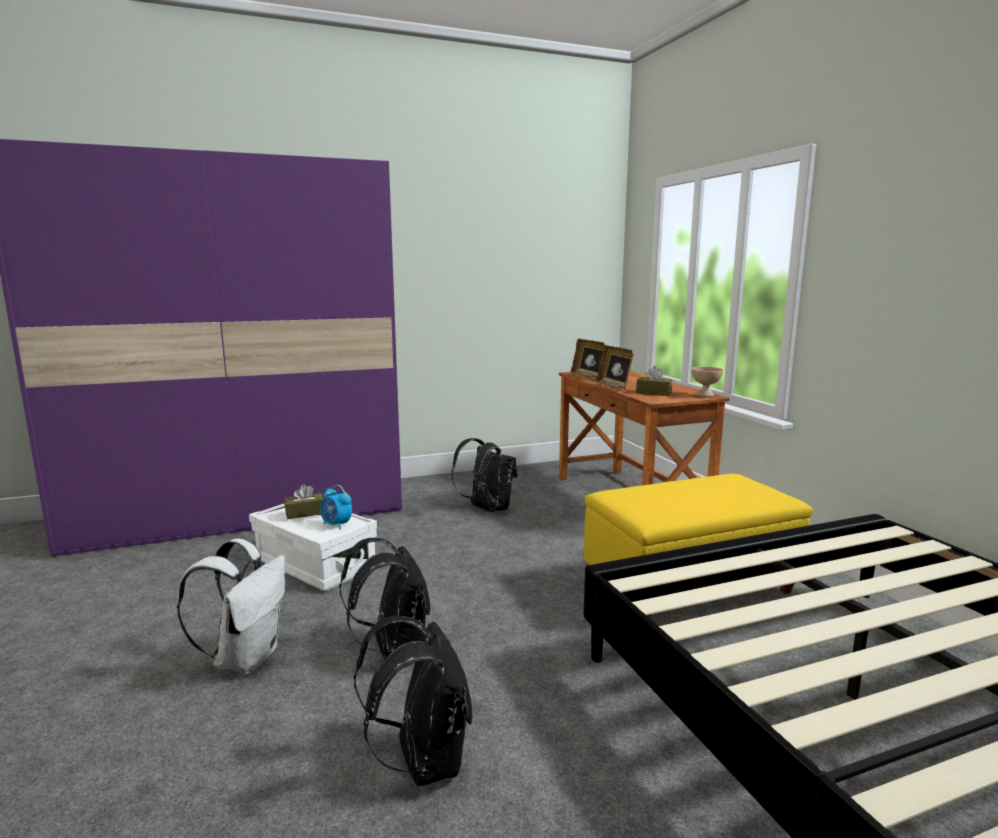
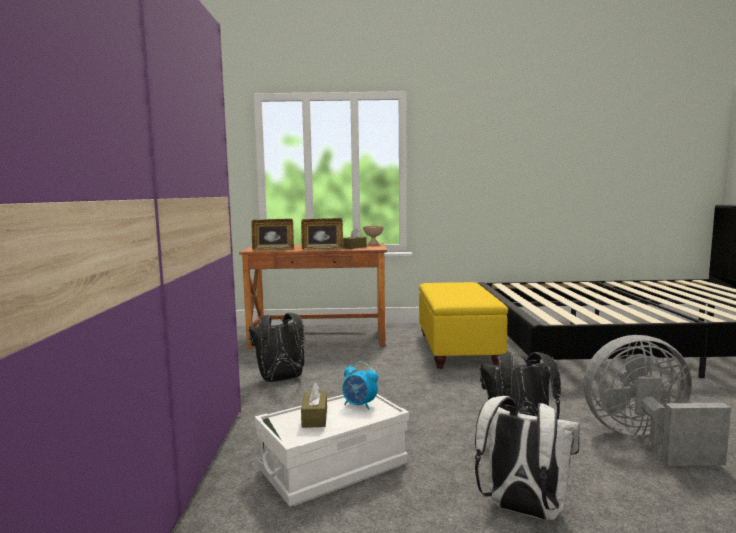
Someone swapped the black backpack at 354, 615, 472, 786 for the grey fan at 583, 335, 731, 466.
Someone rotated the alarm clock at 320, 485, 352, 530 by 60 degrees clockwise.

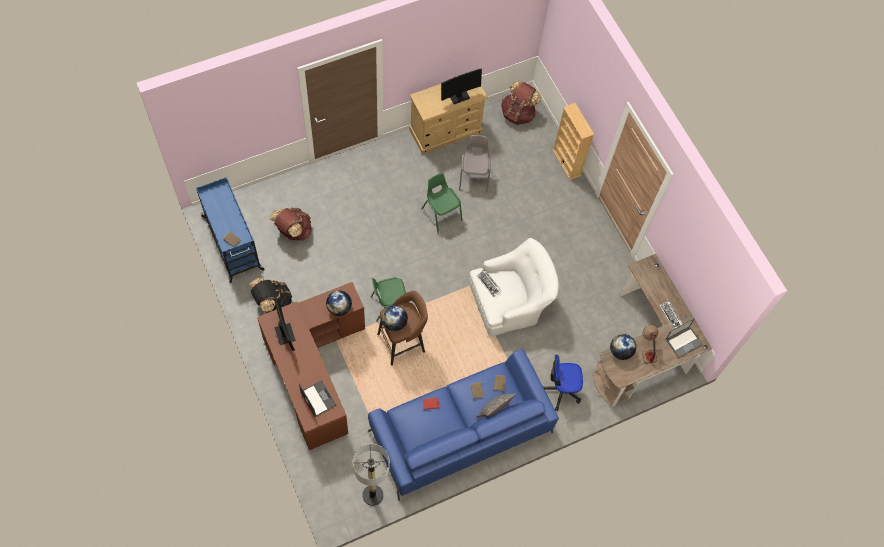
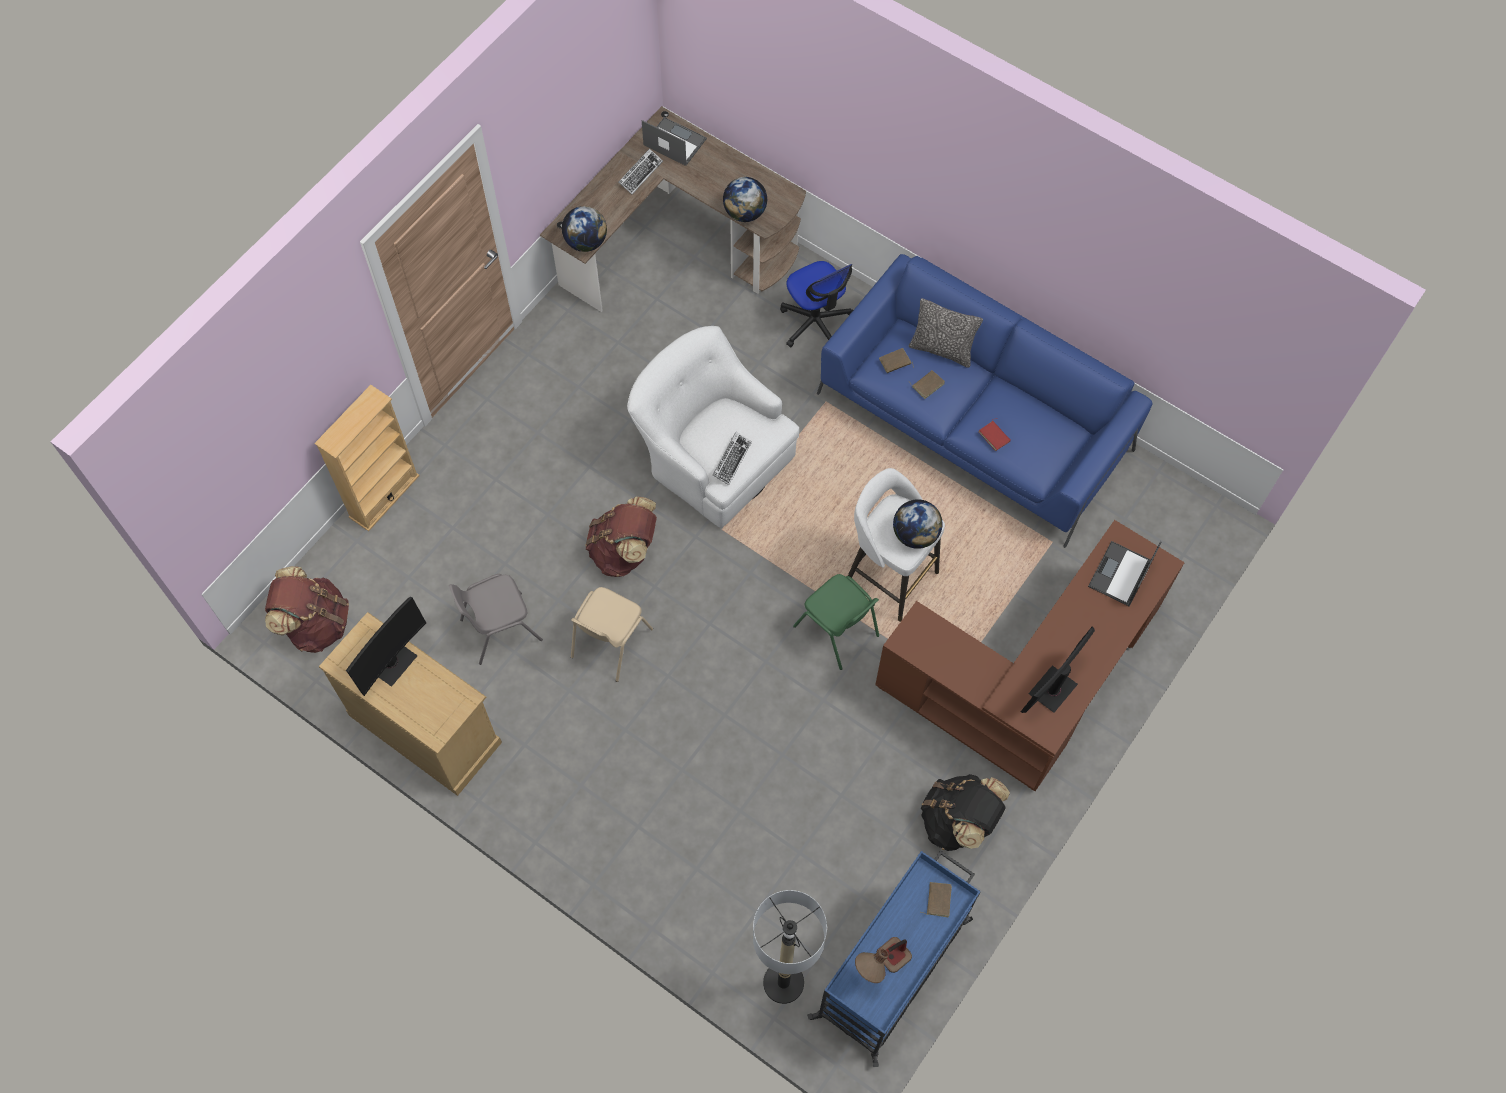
Someone carried the brown backpack from 269, 208, 312, 241 to 585, 496, 657, 577.
Someone carried the globe from 326, 290, 352, 316 to 562, 206, 607, 252.
Someone carried the floor lamp from 353, 444, 389, 506 to 753, 890, 827, 1004.
Someone carried the table lamp from 642, 325, 658, 364 to 855, 937, 912, 983.
Someone repainted the brown stool at 377, 291, 428, 365, which became the white stool at 848, 468, 945, 622.
Someone repainted the green chair at 422, 173, 463, 233, which became the beige chair at 571, 587, 653, 682.
Someone rotated the monitor at 441, 69, 482, 104 by 90 degrees clockwise.

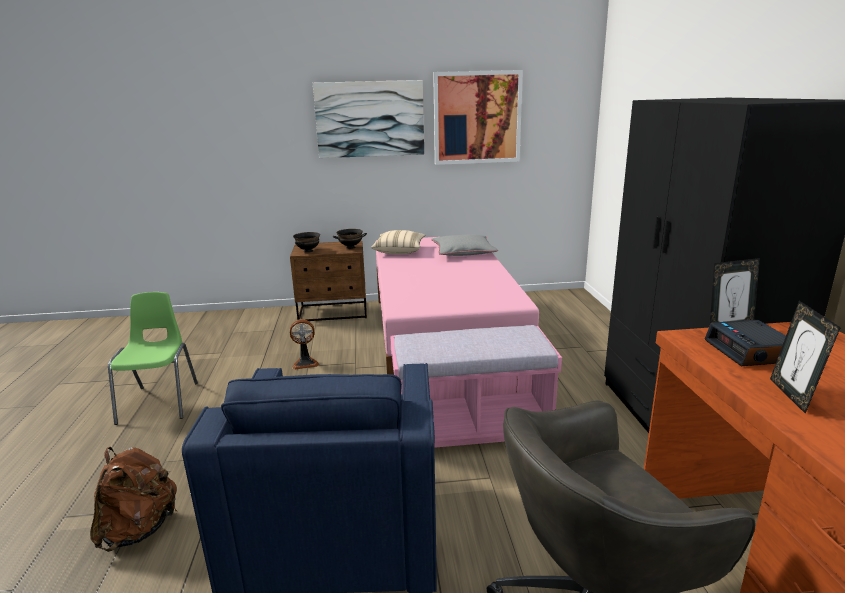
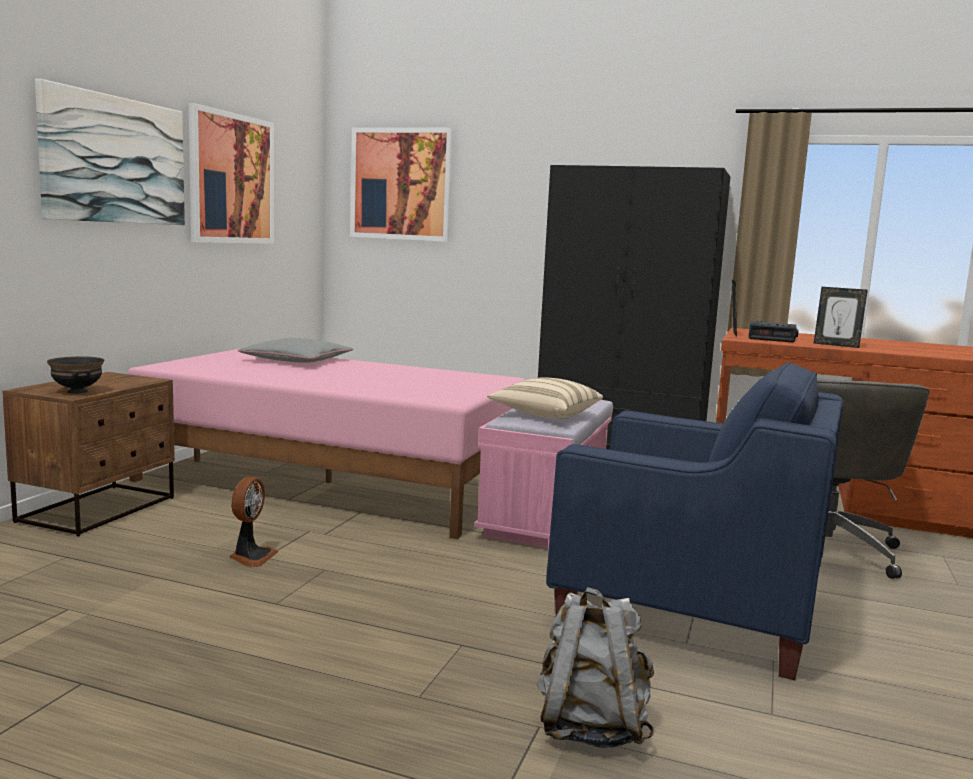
Someone took away the green chair at 108, 292, 198, 425.
Someone took away the black bowl at 333, 229, 367, 249.
Someone put up the picture at 350, 127, 453, 242.
Someone carried the beige pillow from 371, 230, 426, 254 to 487, 378, 603, 419.
Someone repainted the brown backpack at 90, 447, 178, 552, which became the grey backpack at 537, 587, 654, 748.

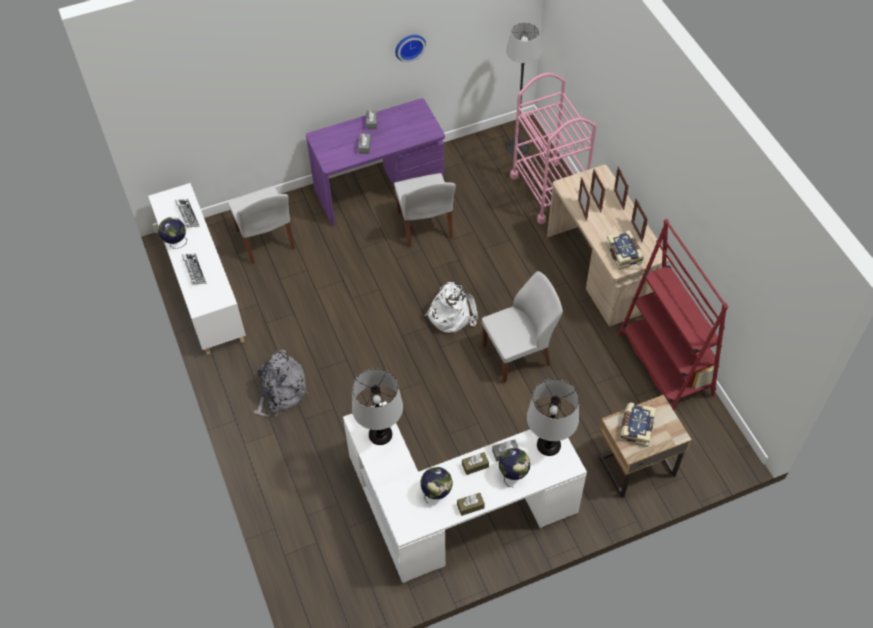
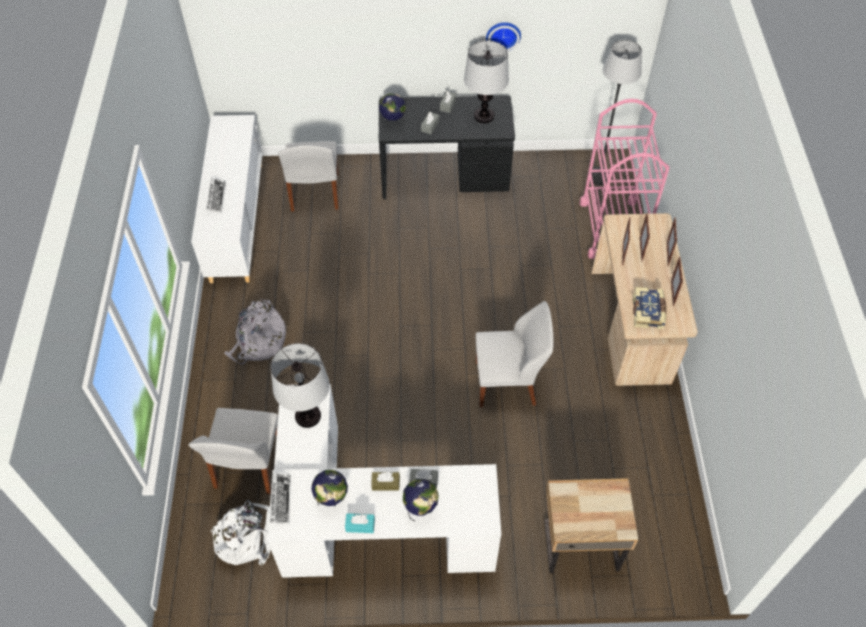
Someone took away the red bookcase at 618, 219, 728, 410.
Someone took away the book at 620, 402, 656, 447.
Someone carried the globe from 158, 217, 187, 249 to 379, 93, 406, 127.
Someone carried the keyboard from 175, 199, 200, 228 to 270, 473, 291, 524.
Someone carried the white chair from 394, 173, 456, 247 to 188, 408, 278, 494.
Someone carried the white backpack from 425, 282, 478, 333 to 211, 500, 271, 565.
Someone carried the table lamp from 527, 379, 579, 456 to 464, 40, 509, 123.
Someone repainted the purple desk at 306, 98, 445, 226, which became the black desk at 379, 95, 515, 199.
Someone repainted the brown tissue box at 457, 493, 485, 516, which became the turquoise tissue box at 345, 513, 375, 533.

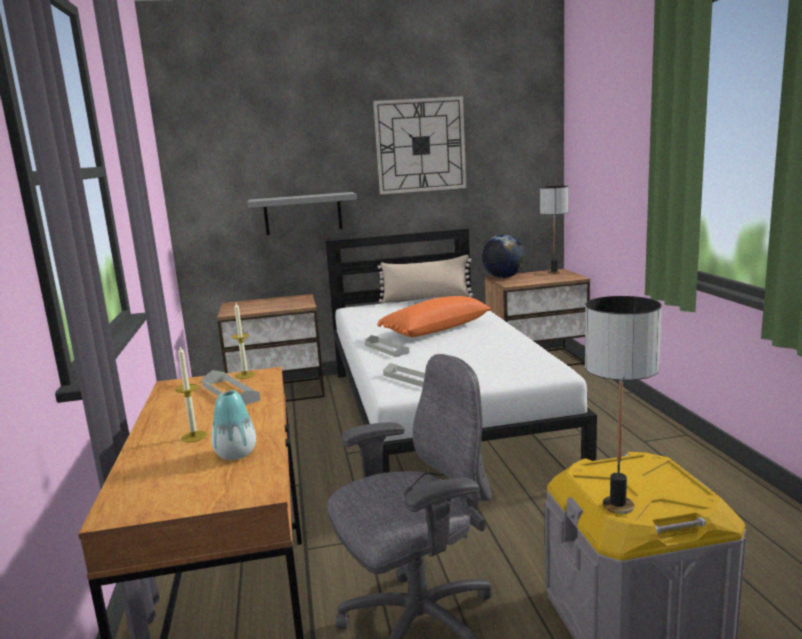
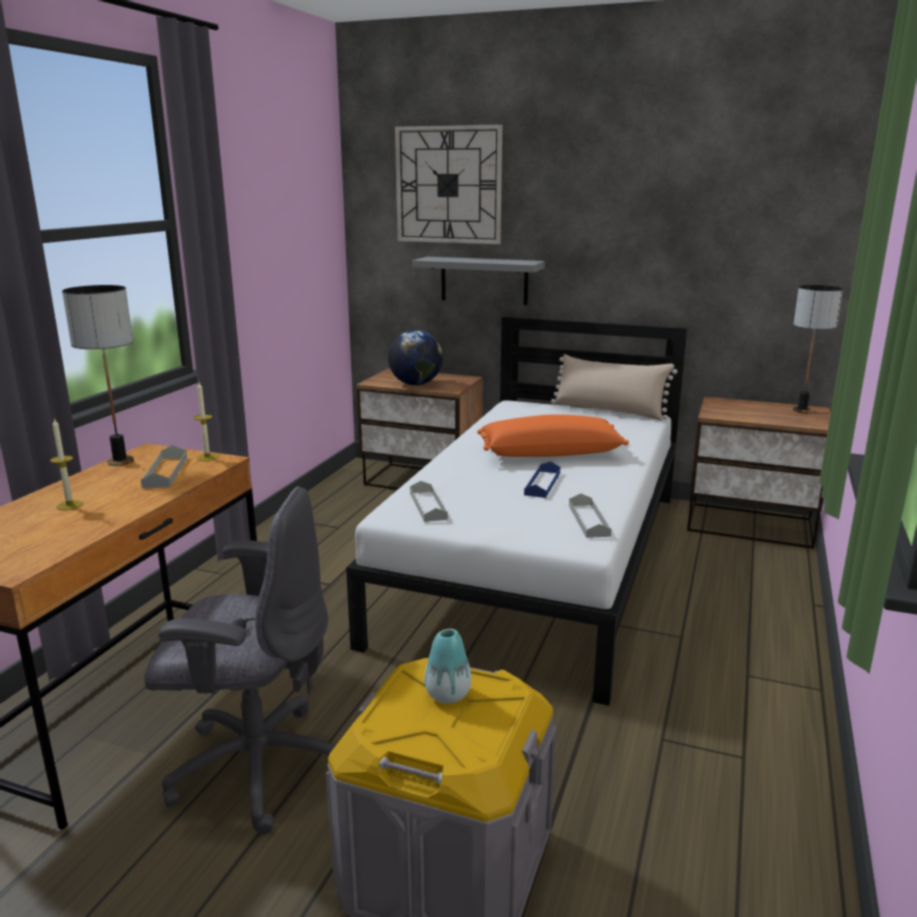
Someone put down the blue tray at 524, 461, 560, 498.
Someone carried the vase from 211, 390, 256, 460 to 424, 629, 471, 704.
Someone carried the grey tray from 365, 335, 409, 357 to 569, 493, 611, 538.
Someone carried the wall clock from 373, 96, 466, 195 to 395, 124, 502, 244.
Someone carried the globe from 482, 235, 526, 278 to 388, 330, 443, 385.
Someone carried the table lamp from 585, 296, 662, 514 to 62, 285, 134, 466.

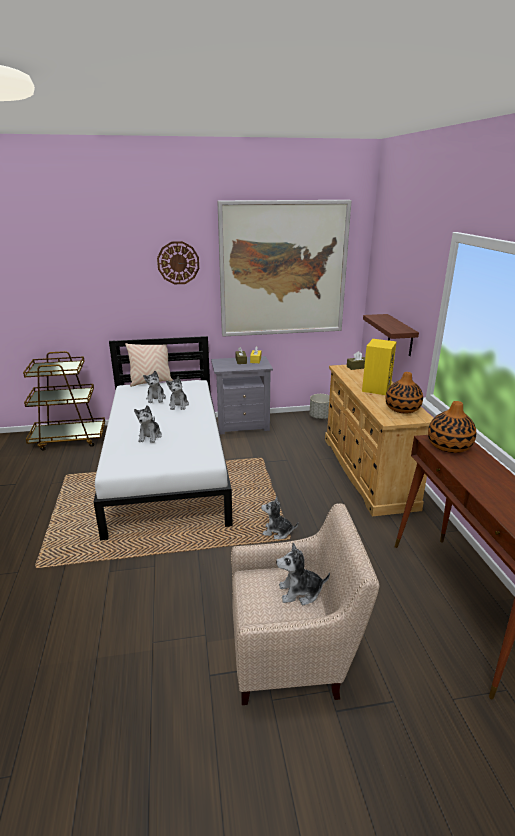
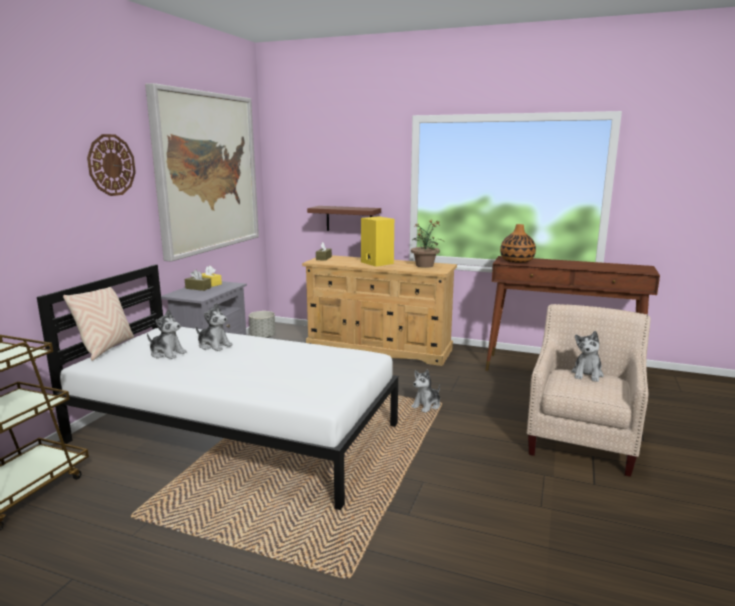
Someone took away the plush toy at 134, 405, 162, 443.
Someone swapped the vase at 386, 372, 423, 413 for the potted plant at 411, 220, 443, 268.

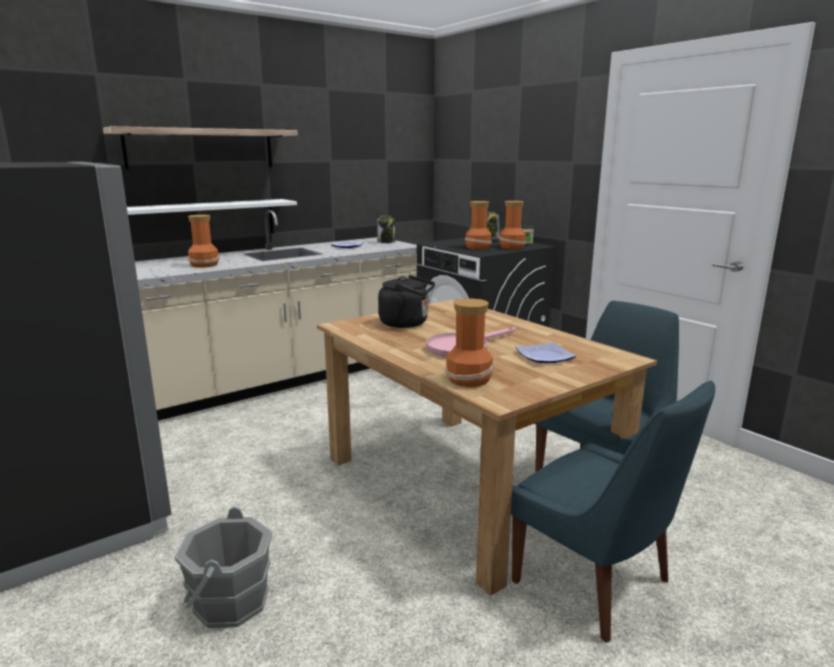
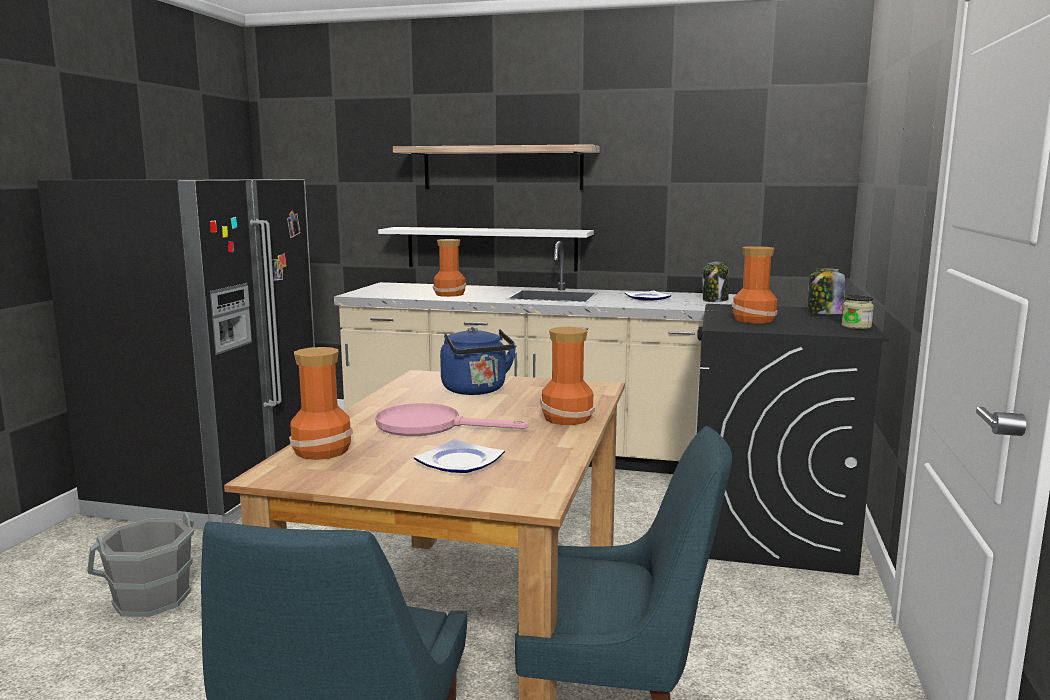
Someone carried the vase from 499, 201, 526, 249 to 540, 327, 595, 425.
Someone repainted the black kettle at 378, 275, 435, 328, which became the blue kettle at 440, 327, 517, 395.

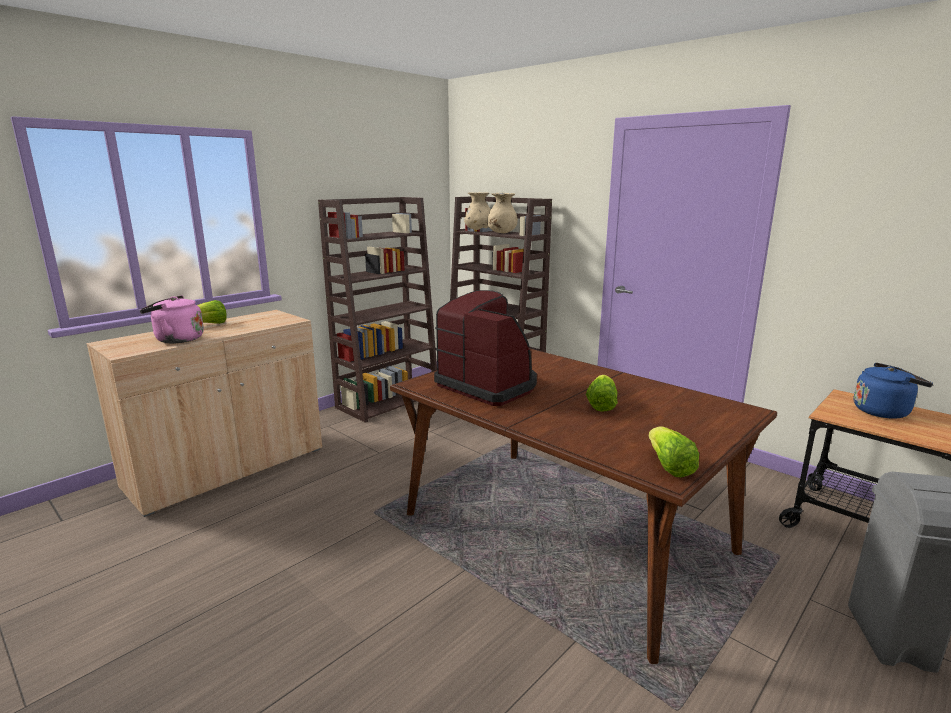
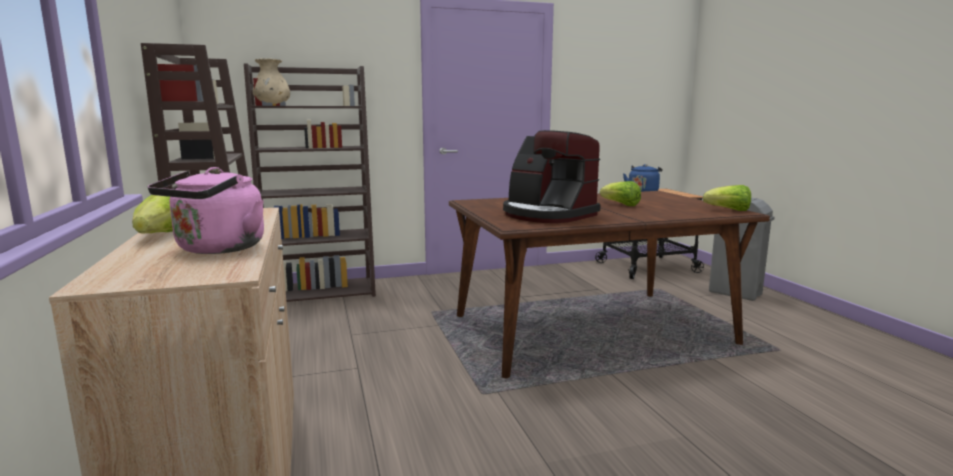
Someone took away the beige vase at 487, 193, 518, 233.
Someone rotated the coffee machine at 434, 290, 537, 406 by 120 degrees counterclockwise.

